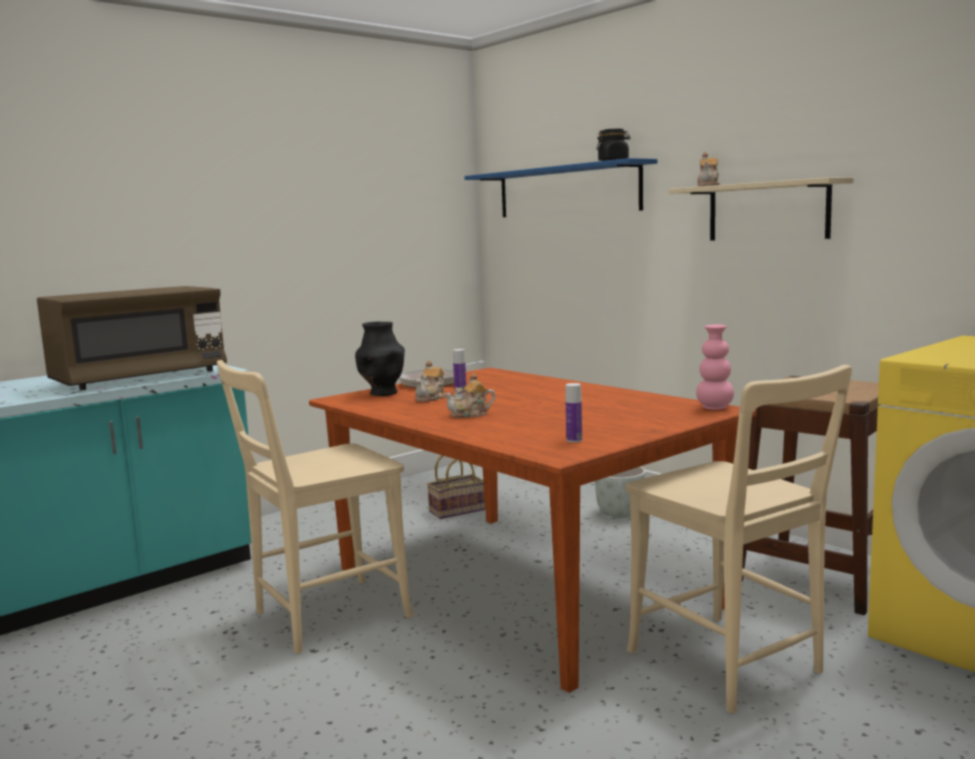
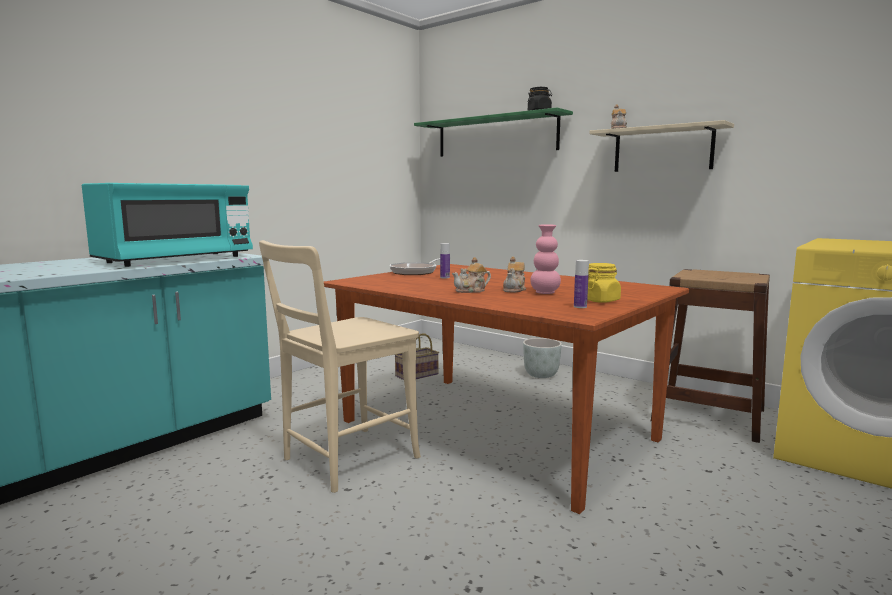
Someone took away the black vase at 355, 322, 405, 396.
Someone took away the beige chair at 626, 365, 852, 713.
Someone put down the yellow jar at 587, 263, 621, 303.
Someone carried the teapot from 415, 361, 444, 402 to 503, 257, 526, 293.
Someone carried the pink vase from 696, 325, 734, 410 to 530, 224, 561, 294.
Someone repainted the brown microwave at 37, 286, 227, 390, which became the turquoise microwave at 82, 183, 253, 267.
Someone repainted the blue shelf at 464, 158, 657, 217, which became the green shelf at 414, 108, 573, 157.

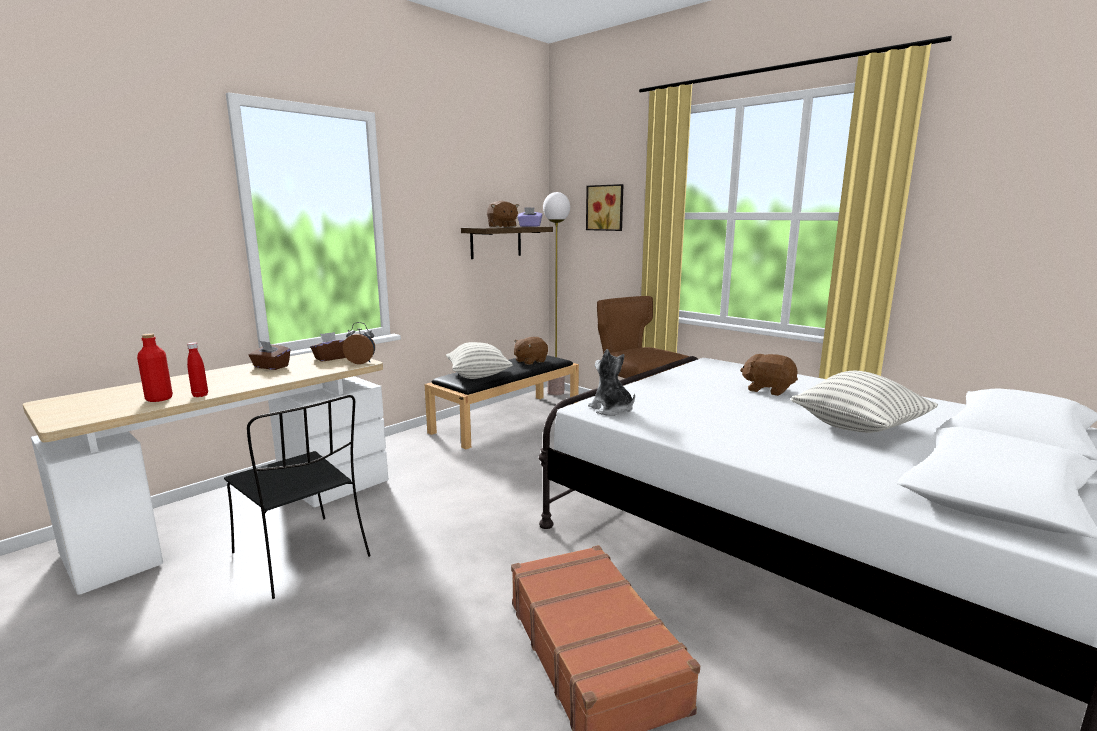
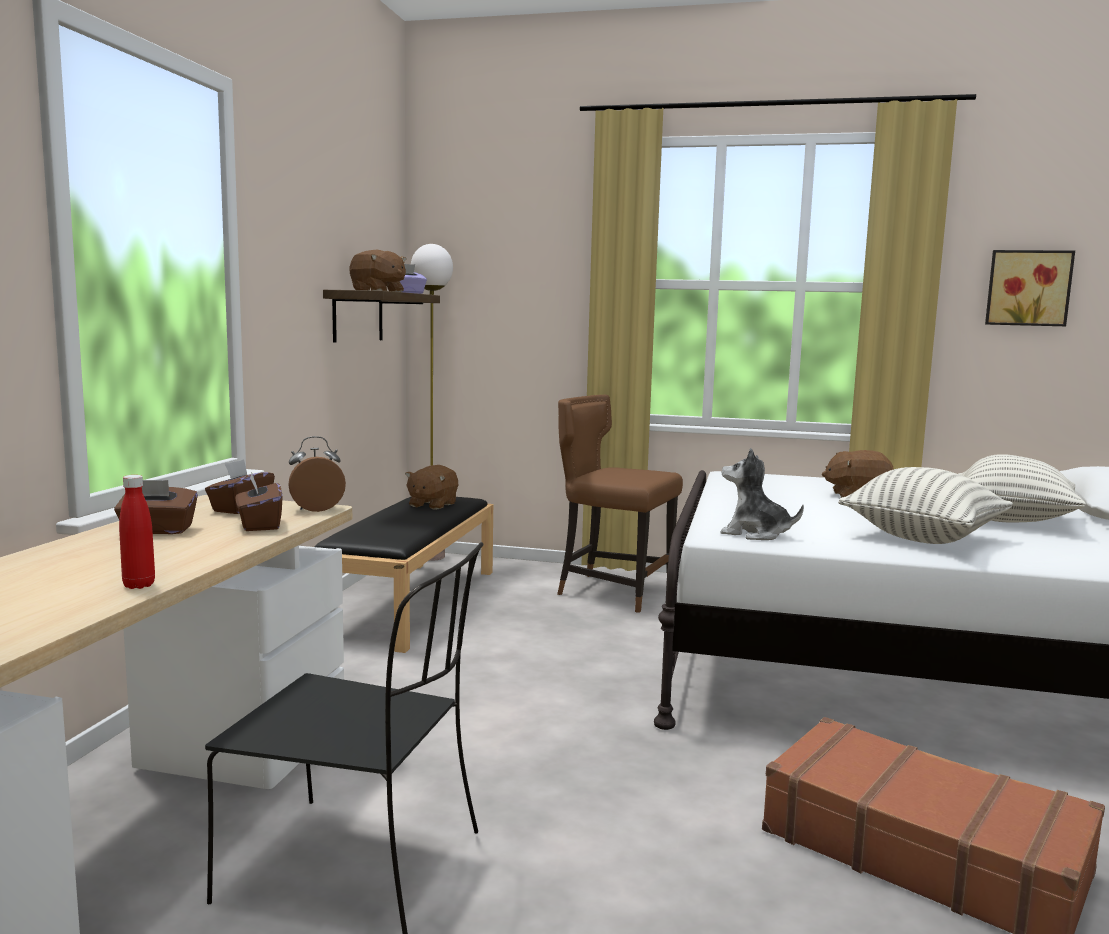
Someone took away the red bottle at 137, 333, 173, 402.
Someone put down the brown tissue box at 235, 472, 283, 531.
Someone carried the pillow from 446, 342, 513, 379 to 838, 467, 1013, 544.
Someone carried the picture from 586, 184, 624, 231 to 985, 250, 1075, 326.

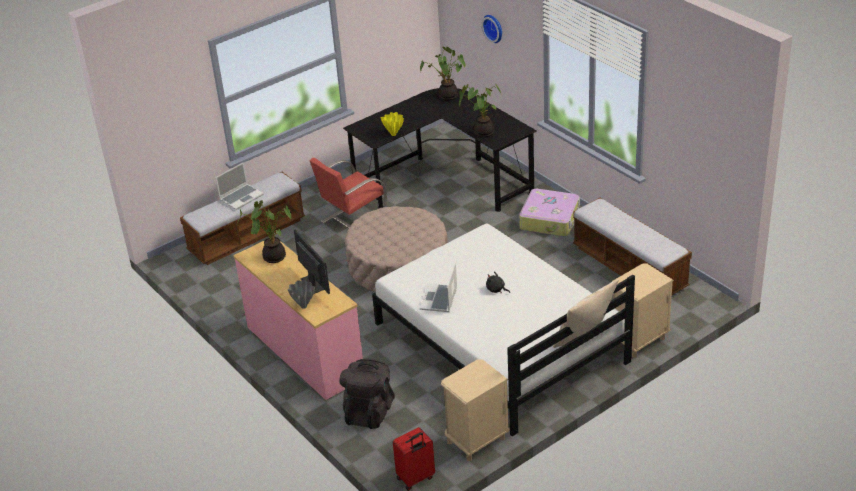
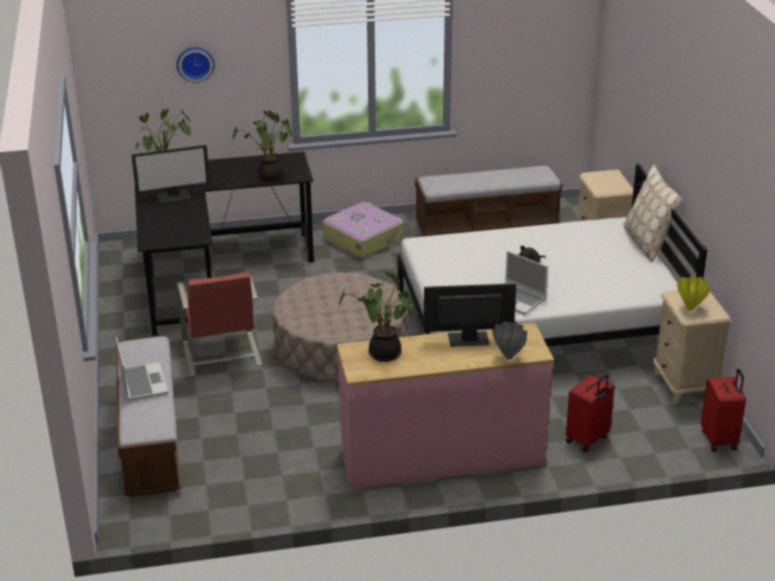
Someone put down the monitor at 131, 145, 210, 203.
Someone carried the yellow vase from 380, 112, 404, 136 to 677, 276, 711, 311.
Someone swapped the black backpack at 339, 359, 395, 429 for the red suitcase at 566, 374, 615, 452.

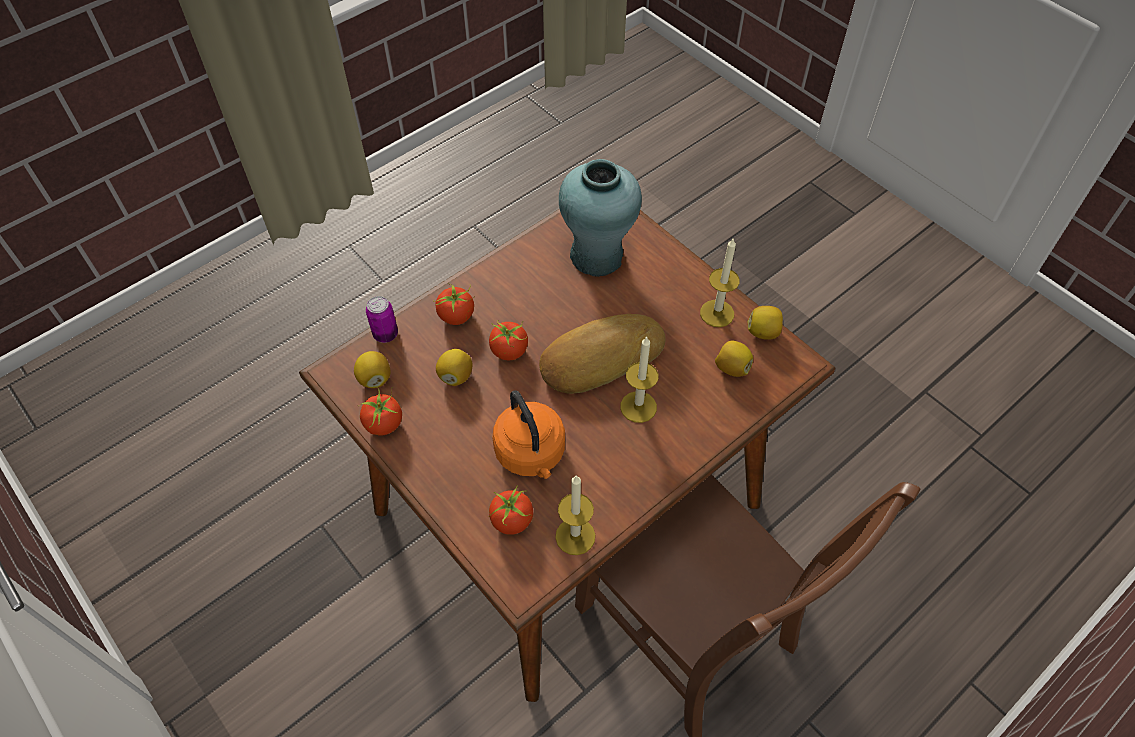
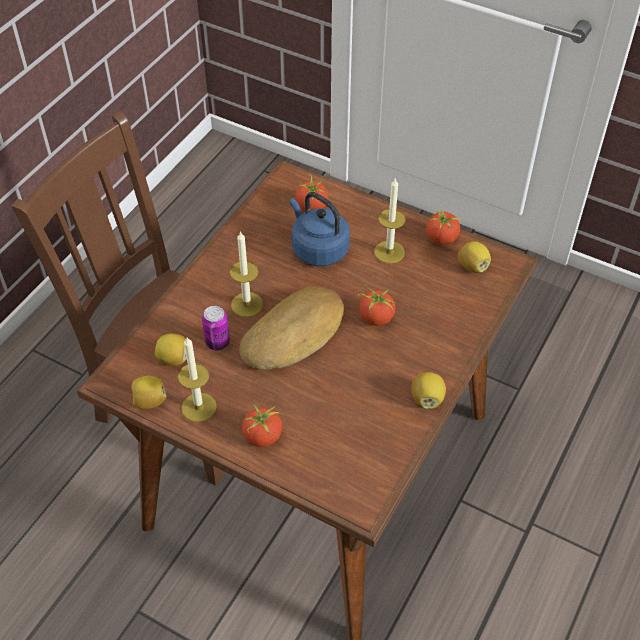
Someone took away the turquoise vase at 559, 159, 642, 277.
Someone carried the can from 366, 296, 398, 343 to 202, 306, 230, 351.
Someone carried the tomato from 434, 283, 475, 325 to 238, 404, 282, 447.
Someone carried the lemon from 436, 349, 473, 386 to 411, 372, 446, 409.
Someone carried the candle from 555, 476, 595, 555 to 374, 177, 406, 264.
Someone repainted the orange kettle at 492, 390, 565, 479, which became the blue kettle at 290, 192, 350, 266.

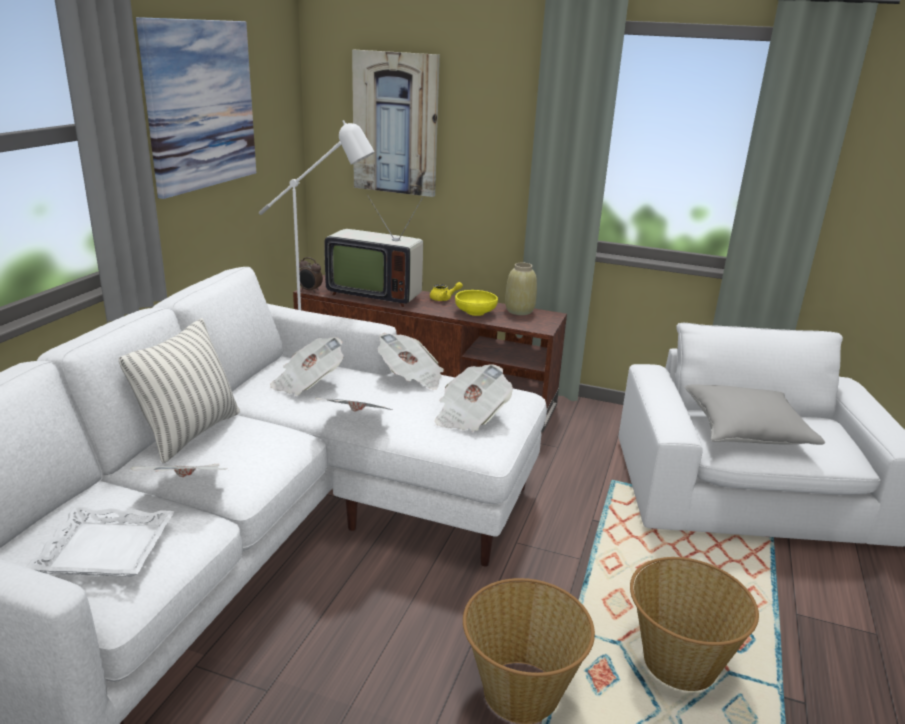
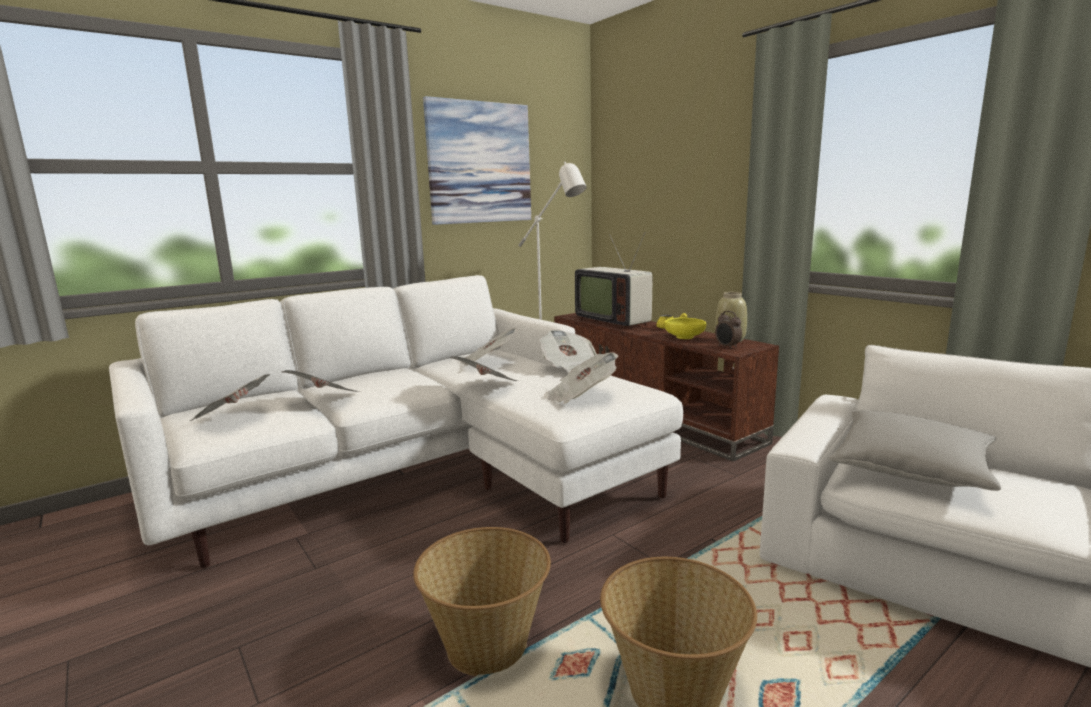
Someone took away the pillow at 118, 318, 240, 464.
Someone took away the picture at 352, 50, 440, 197.
Someone carried the alarm clock from 299, 257, 323, 293 to 715, 311, 742, 349.
Someone swapped the white tray at 26, 507, 175, 577 for the newspaper at 190, 374, 270, 421.

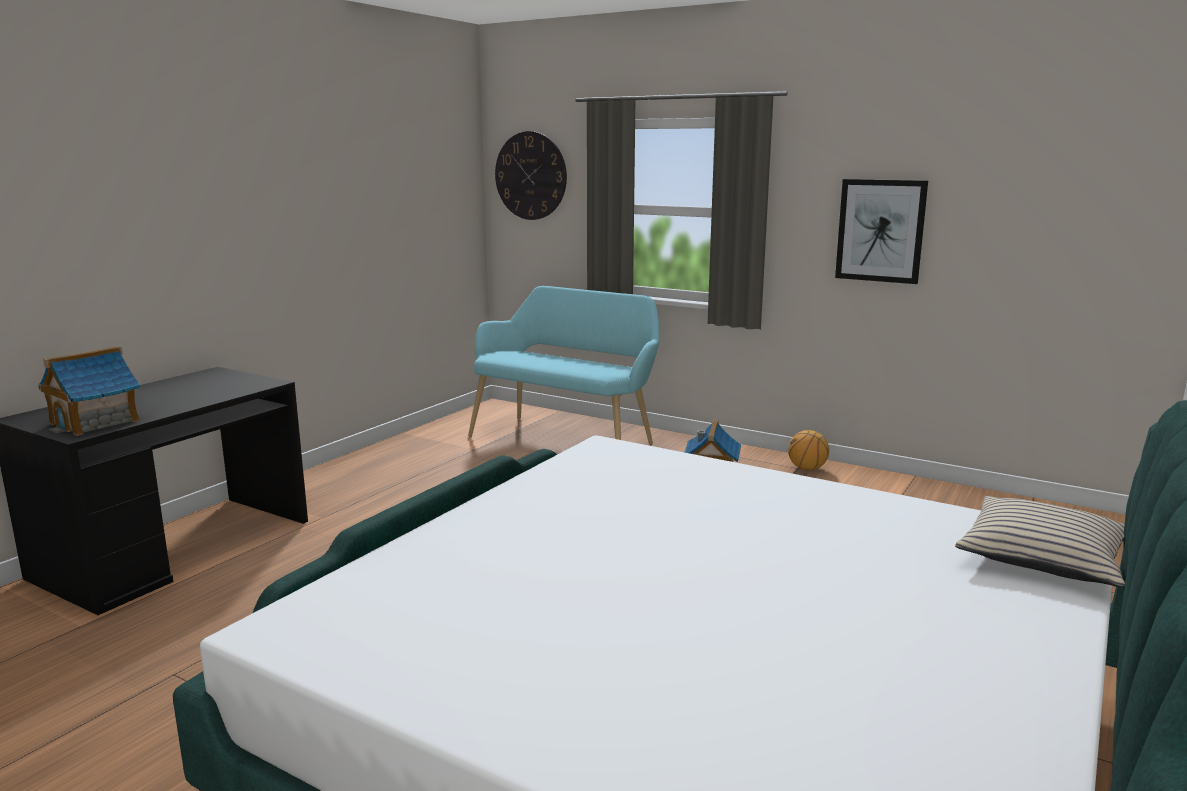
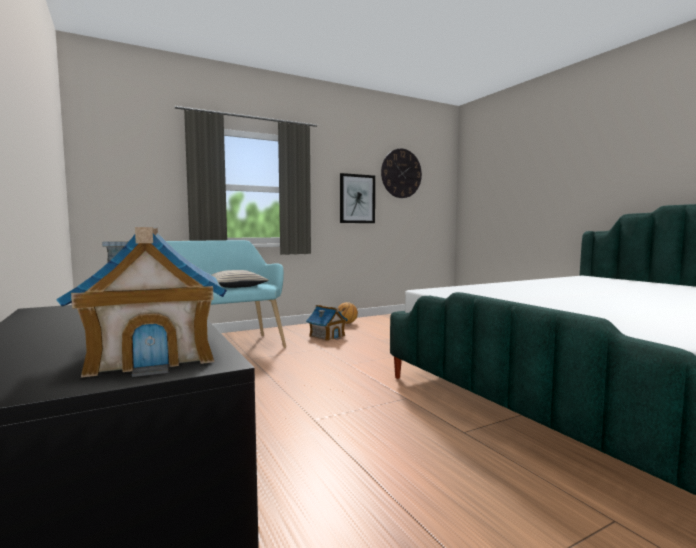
Someone carried the wall clock from 495, 131, 567, 220 to 381, 149, 422, 198.
Someone carried the beige pillow from 955, 496, 1125, 587 to 212, 270, 269, 288.

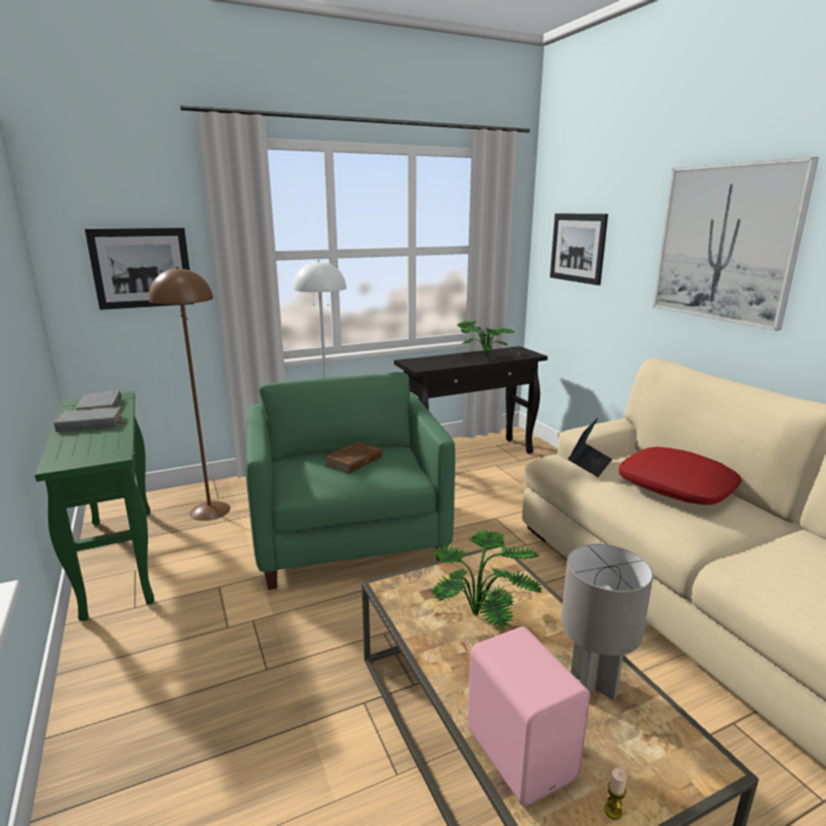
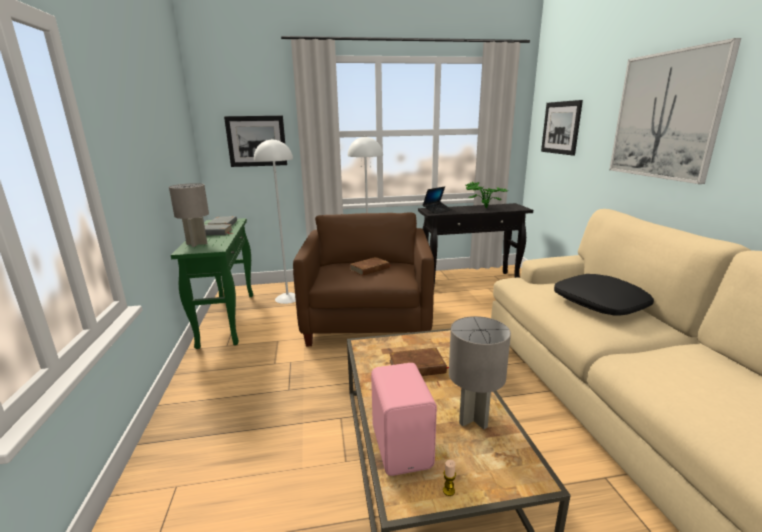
Someone put down the grey table lamp at 169, 183, 209, 247.
Someone carried the laptop from 568, 418, 612, 477 to 423, 186, 452, 214.
Someone swapped the potted plant at 432, 530, 543, 629 for the brown book at 389, 348, 449, 376.
Someone repainted the brown floor lamp at 149, 267, 230, 521, which became the white floor lamp at 254, 138, 296, 304.
Someone repainted the green armchair at 246, 372, 455, 590, which became the brown armchair at 293, 212, 434, 346.
Someone repainted the red pillow at 619, 447, 741, 505, which became the black pillow at 554, 274, 654, 316.

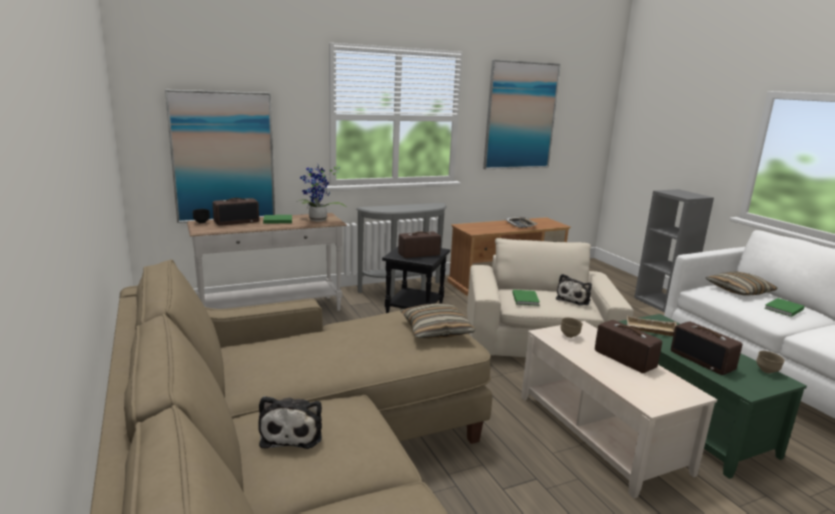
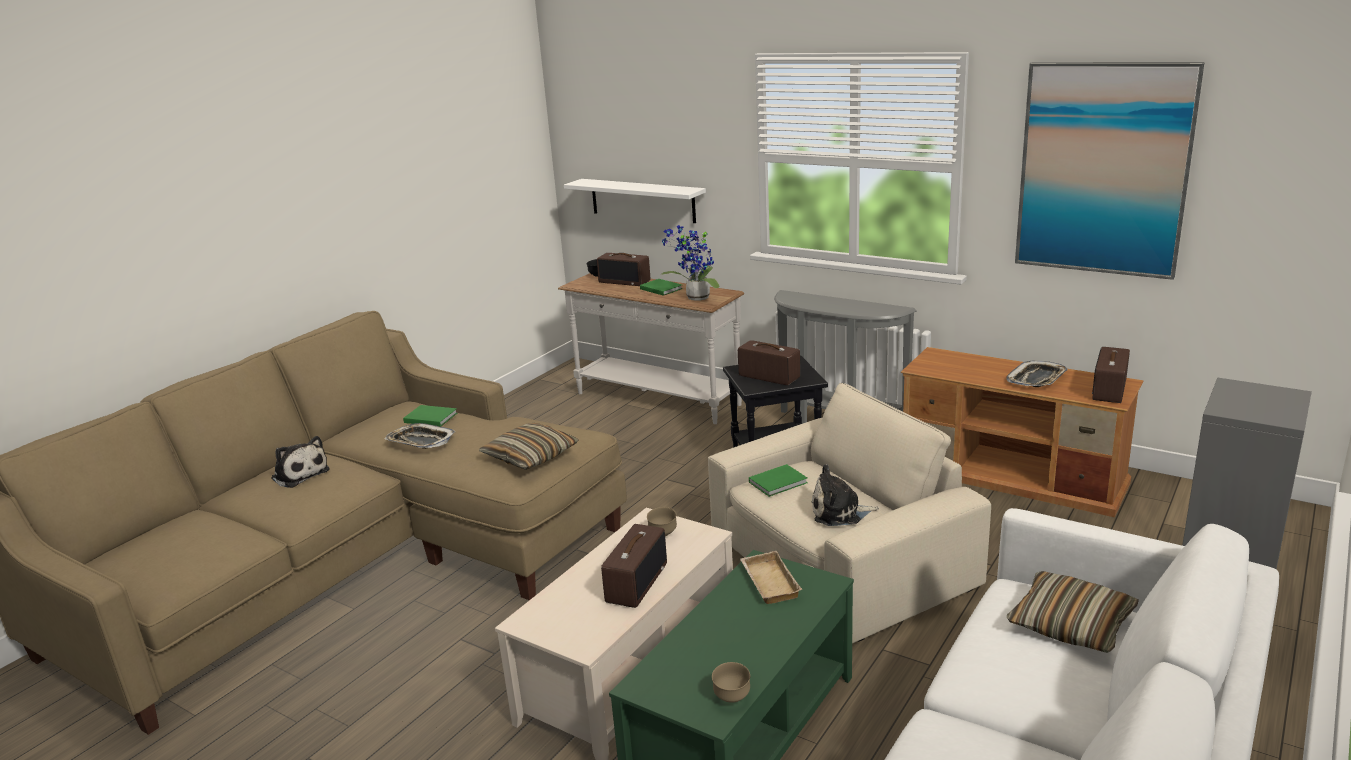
Someone put down the tray at 385, 423, 456, 449.
Someone carried the radio from 671, 321, 742, 375 to 1092, 347, 1130, 403.
Someone carried the green book from 764, 298, 805, 317 to 403, 405, 457, 427.
Someone swapped the picture at 165, 90, 275, 223 for the white shelf at 564, 179, 706, 223.
Someone rotated the plush toy at 258, 396, 322, 449 by 105 degrees counterclockwise.

